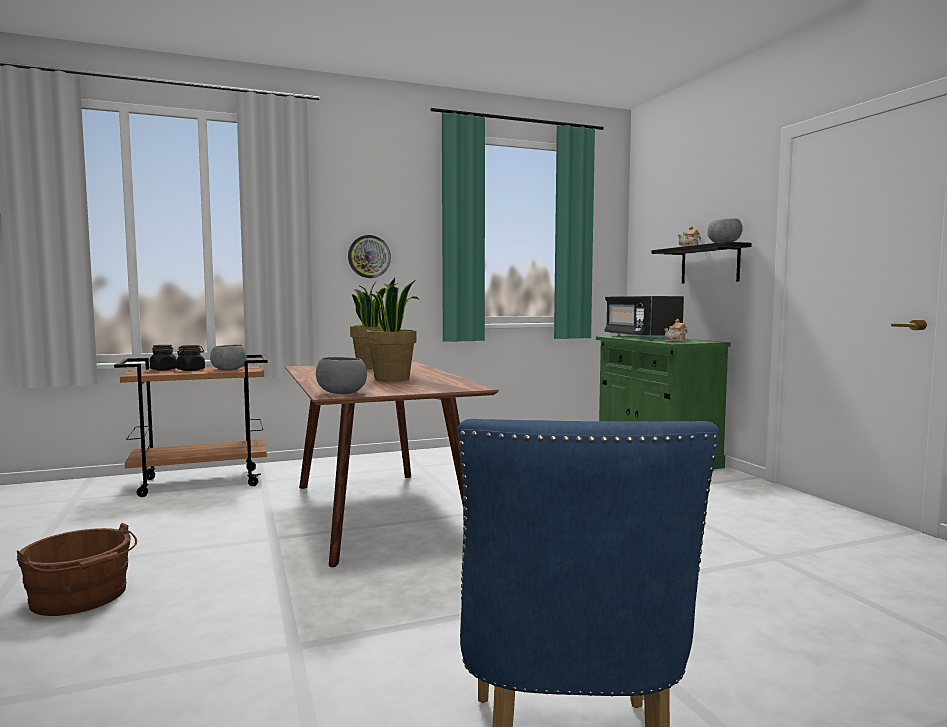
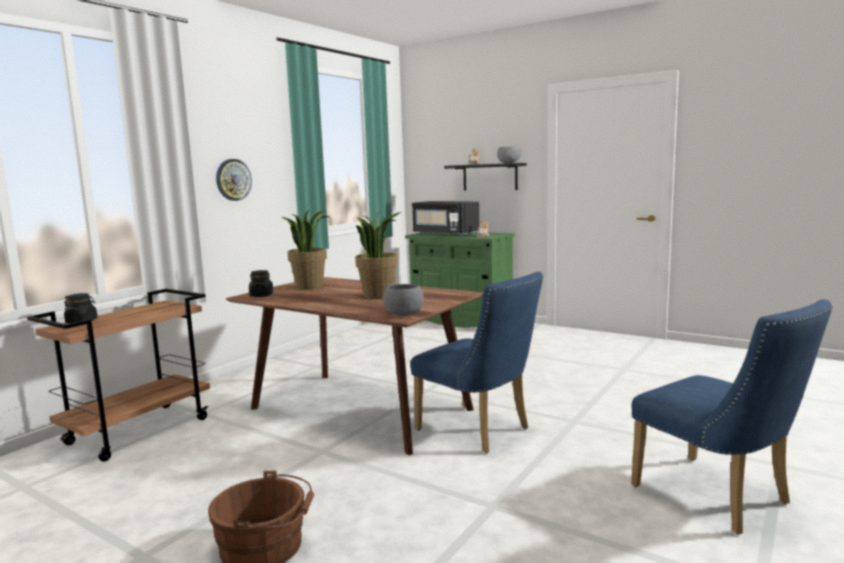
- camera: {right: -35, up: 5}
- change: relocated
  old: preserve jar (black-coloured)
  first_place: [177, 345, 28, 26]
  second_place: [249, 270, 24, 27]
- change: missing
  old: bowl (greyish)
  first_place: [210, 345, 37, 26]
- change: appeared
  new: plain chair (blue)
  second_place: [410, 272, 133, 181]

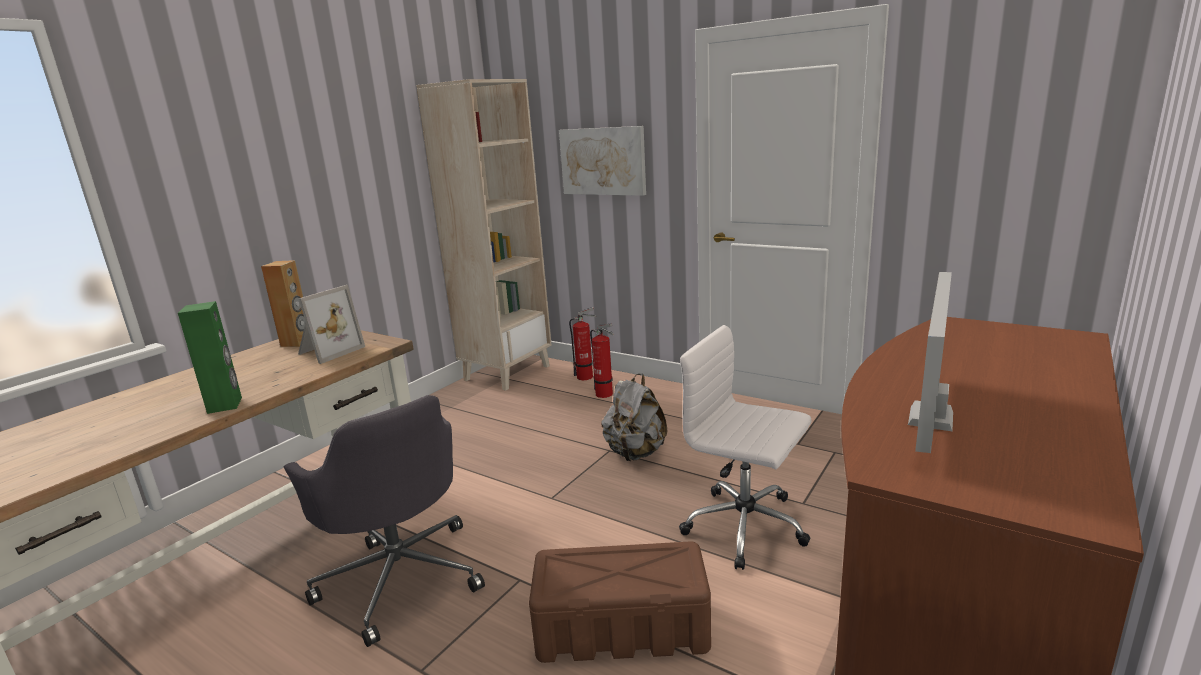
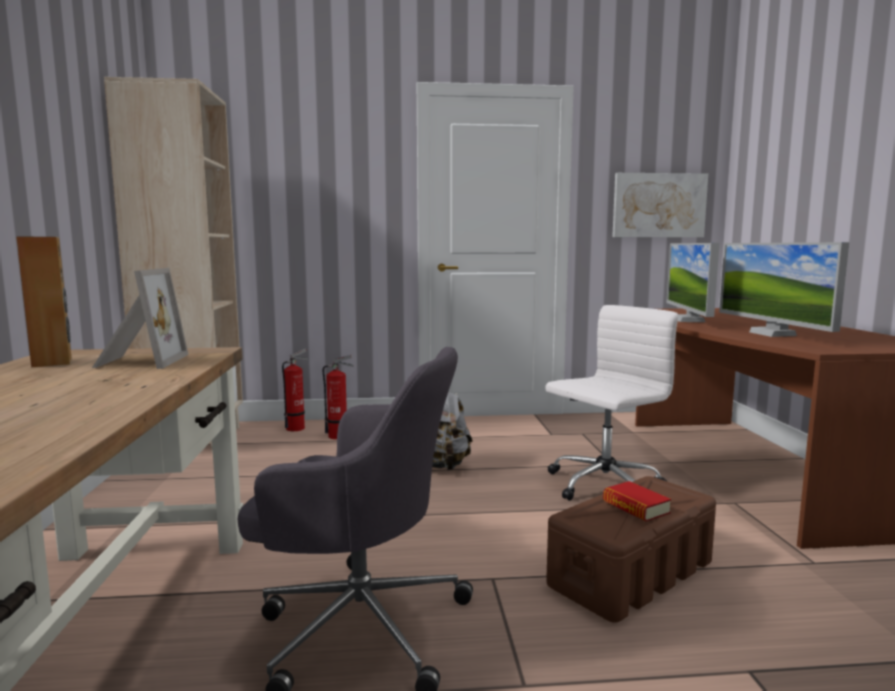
- camera: {right: -40, up: -10}
- change: relocated
  old: wall picture
  first_place: [559, 126, 87, 70]
  second_place: [612, 173, 96, 64]
- change: missing
  old: loudspeaker (greenish)
  first_place: [178, 301, 64, 113]
- change: spun
  old: computer chair (white)
  first_place: [679, 325, 132, 245]
  second_place: [545, 305, 133, 196]
  degrees: 150
- change: appeared
  new: computer display
  second_place: [667, 243, 53, 79]
- change: appeared
  new: bound book
  second_place: [603, 481, 68, 40]

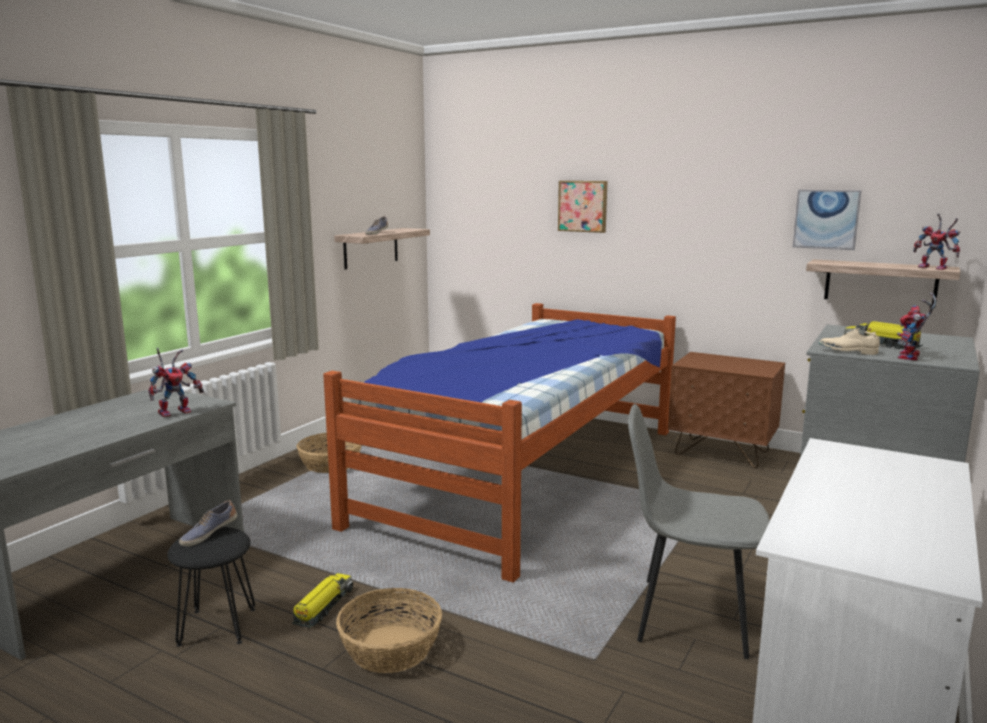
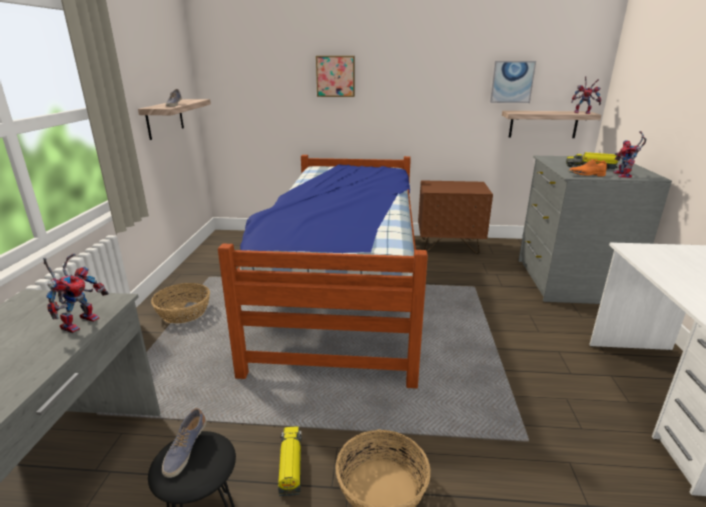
- camera: {right: -25, up: 10}
- change: colour
  old: shoe (beige-coloured)
  new: shoe (orangey)
  first_place: [819, 328, 61, 27]
  second_place: [568, 159, 39, 17]
- change: missing
  old: plain chair (greyish)
  first_place: [628, 404, 142, 255]

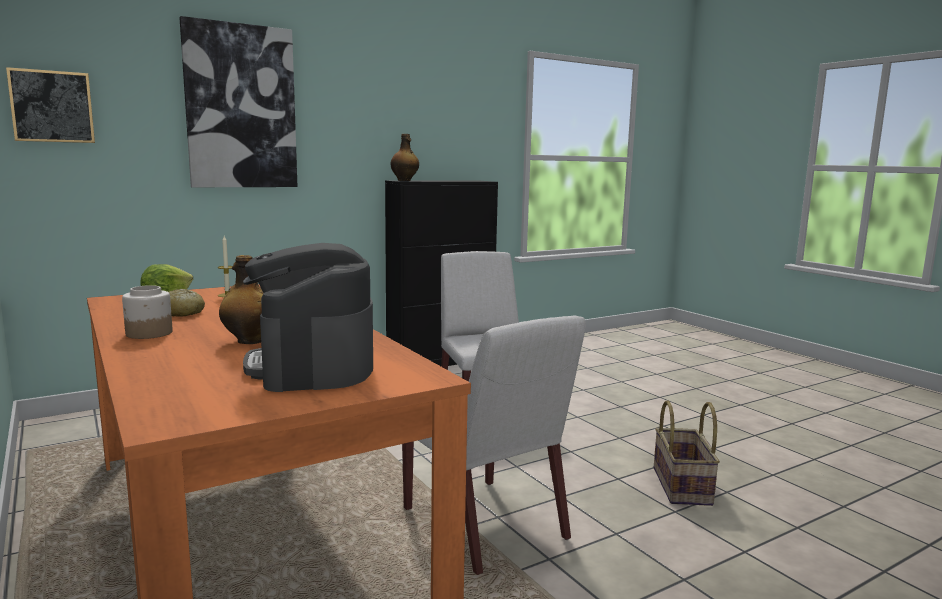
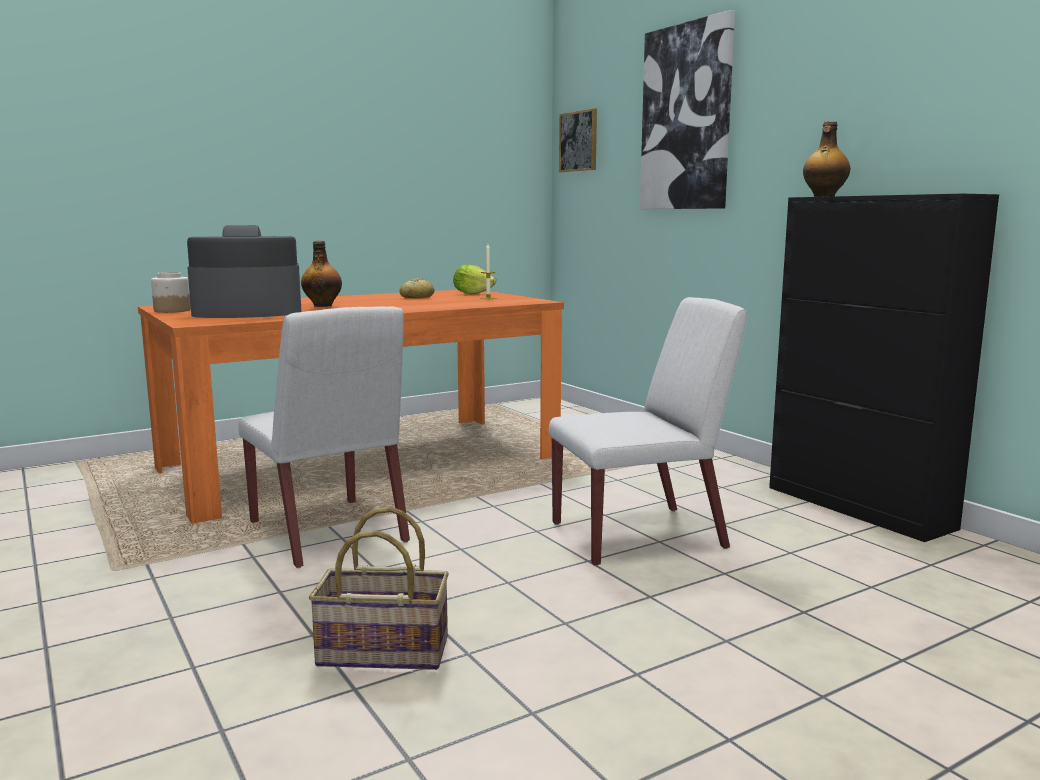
- camera: {right: 90, up: 0}
- change: relocated
  old: preserve jar
  first_place: [122, 285, 51, 54]
  second_place: [151, 272, 40, 41]
- change: spun
  old: plain chair (white)
  first_place: [402, 316, 184, 259]
  second_place: [239, 306, 171, 262]
  degrees: -90

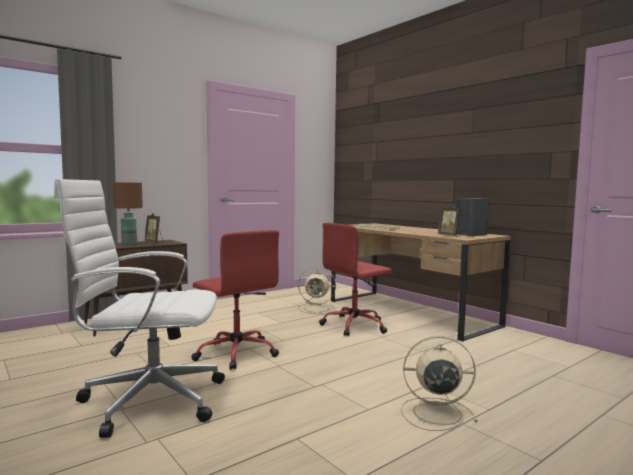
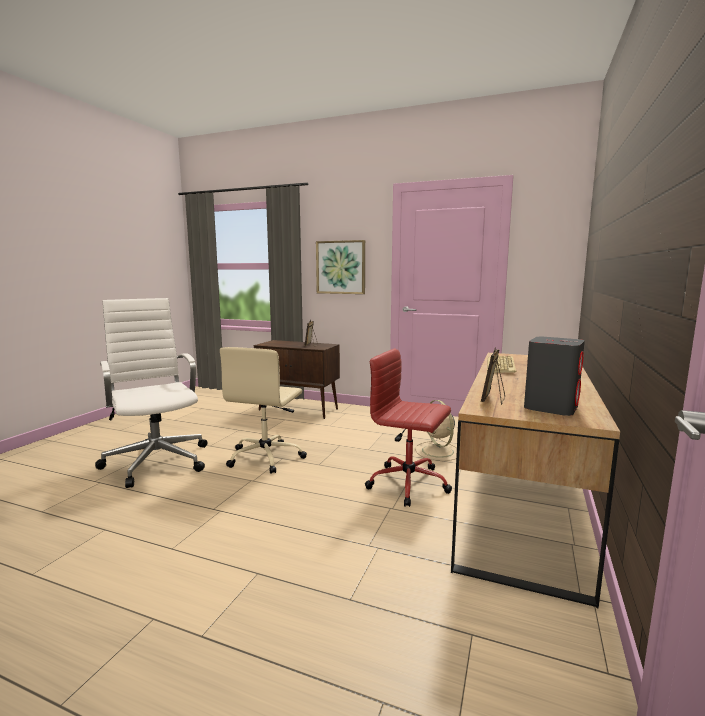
- camera: {right: 60, up: 5}
- change: missing
  old: lamp for a table (brown)
  first_place: [113, 182, 30, 63]
- change: colour
  old: computer chair (red-coloured)
  new: computer chair (beige-coloured)
  first_place: [191, 230, 88, 140]
  second_place: [220, 347, 87, 127]
- change: missing
  old: fan (beige-coloured)
  first_place: [401, 336, 77, 95]
- change: appeared
  new: wall picture
  second_place: [316, 240, 49, 54]

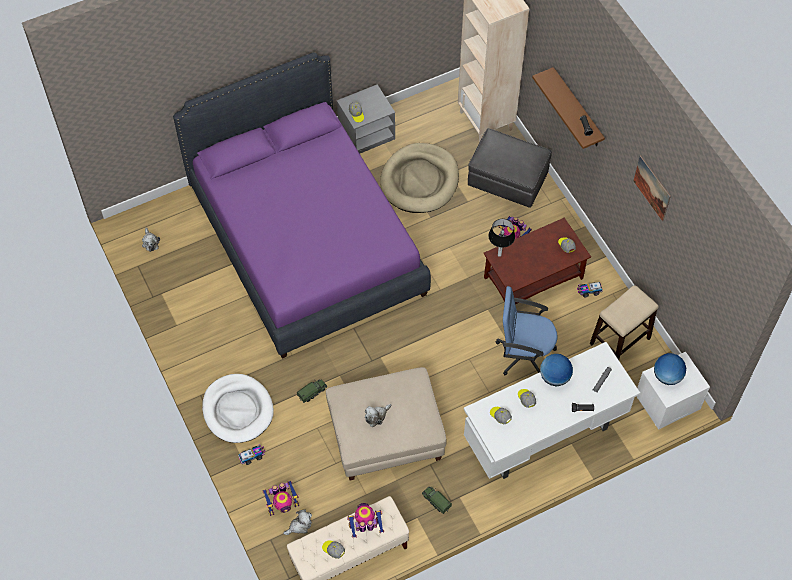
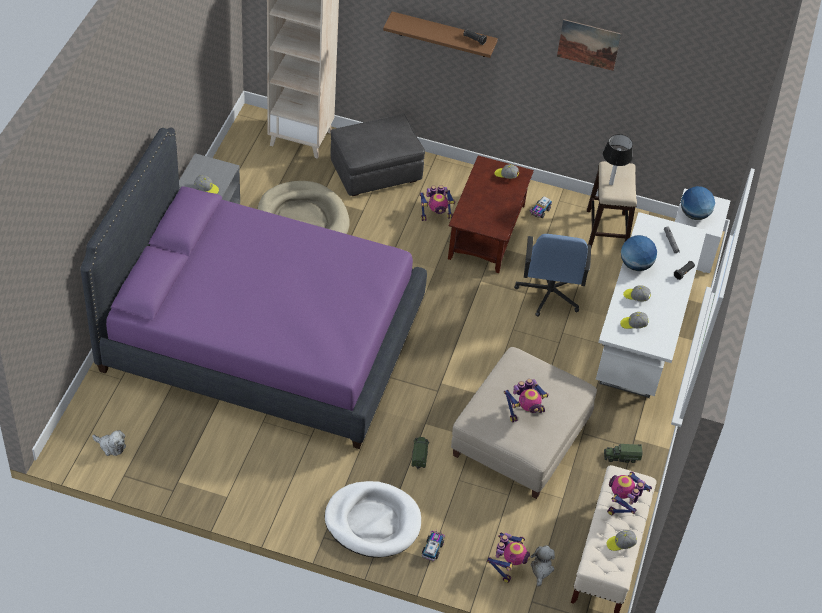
- camera: {right: -50, up: -10}
- change: relocated
  old: lamp for a table
  first_place: [489, 219, 26, 38]
  second_place: [603, 134, 30, 51]
- change: spun
  old: computer chair (blue)
  first_place: [496, 286, 61, 89]
  second_place: [514, 234, 77, 83]
  degrees: -45
- change: exchanged
  old: soft toy
  new: toy robot
  first_place: [365, 404, 27, 23]
  second_place: [504, 379, 45, 44]

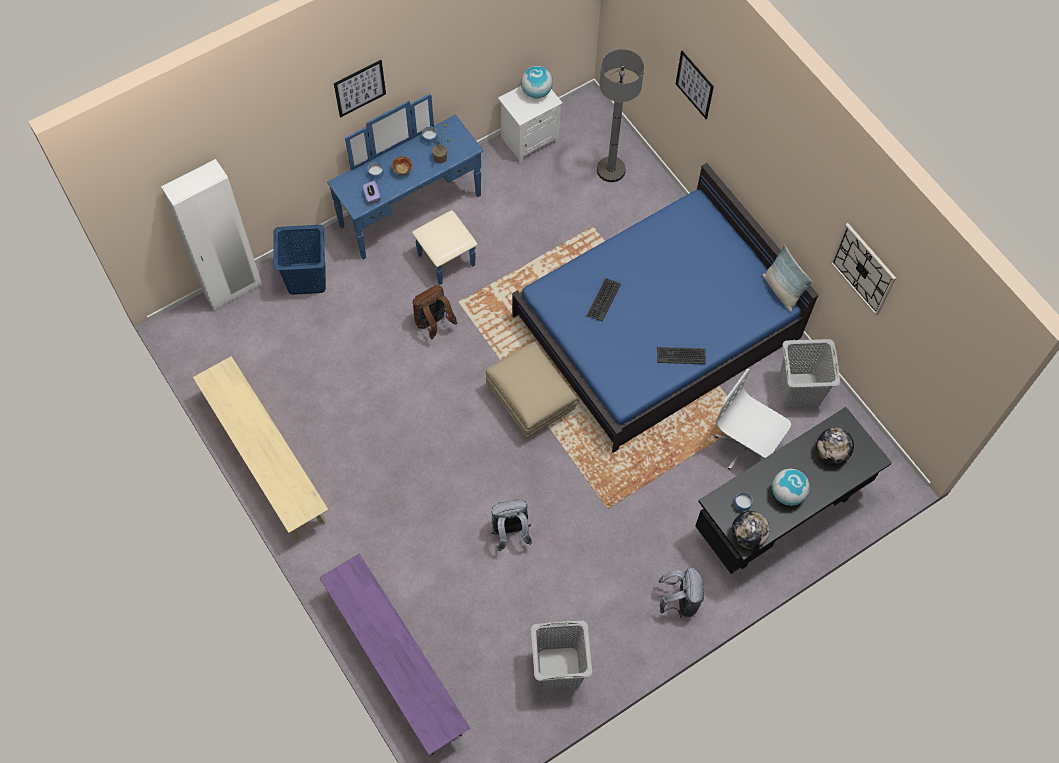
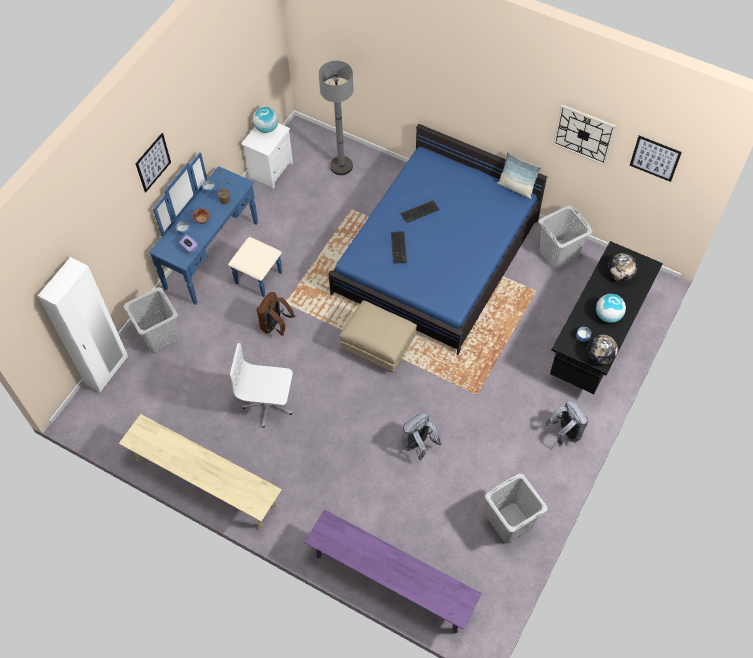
- camera: {right: -25, up: -5}
- change: relocated
  old: wall picture
  first_place: [676, 51, 38, 68]
  second_place: [629, 136, 53, 46]
- change: colour
  old: hamper (blue)
  new: hamper (greyish)
  first_place: [274, 225, 52, 70]
  second_place: [124, 287, 56, 67]
- change: relocated
  old: computer keyboard
  first_place: [657, 347, 49, 17]
  second_place: [401, 200, 39, 23]
- change: relocated
  old: computer chair (white)
  first_place: [715, 369, 76, 101]
  second_place: [230, 343, 63, 85]

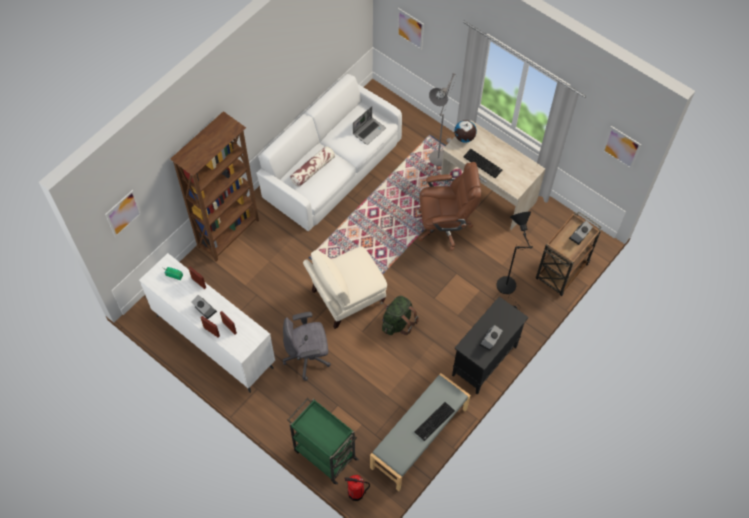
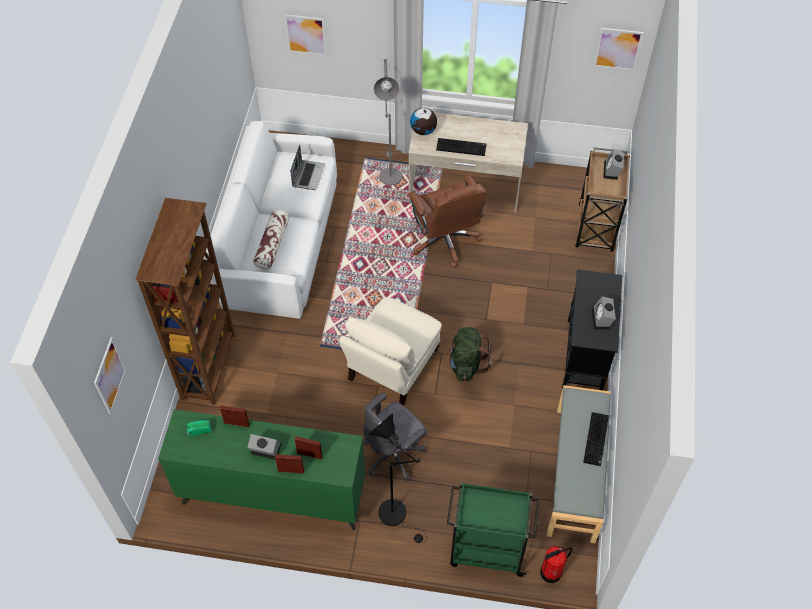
- camera: {right: -30, up: -5}
- change: spun
  old: computer chair (brown)
  first_place: [418, 162, 63, 89]
  second_place: [408, 175, 79, 92]
  degrees: 105
- change: relocated
  old: floor lamp (black-coloured)
  first_place: [496, 212, 36, 99]
  second_place: [369, 413, 58, 130]
- change: colour
  old: dresser (white)
  new: dresser (greenish)
  first_place: [139, 253, 136, 140]
  second_place: [158, 409, 207, 121]

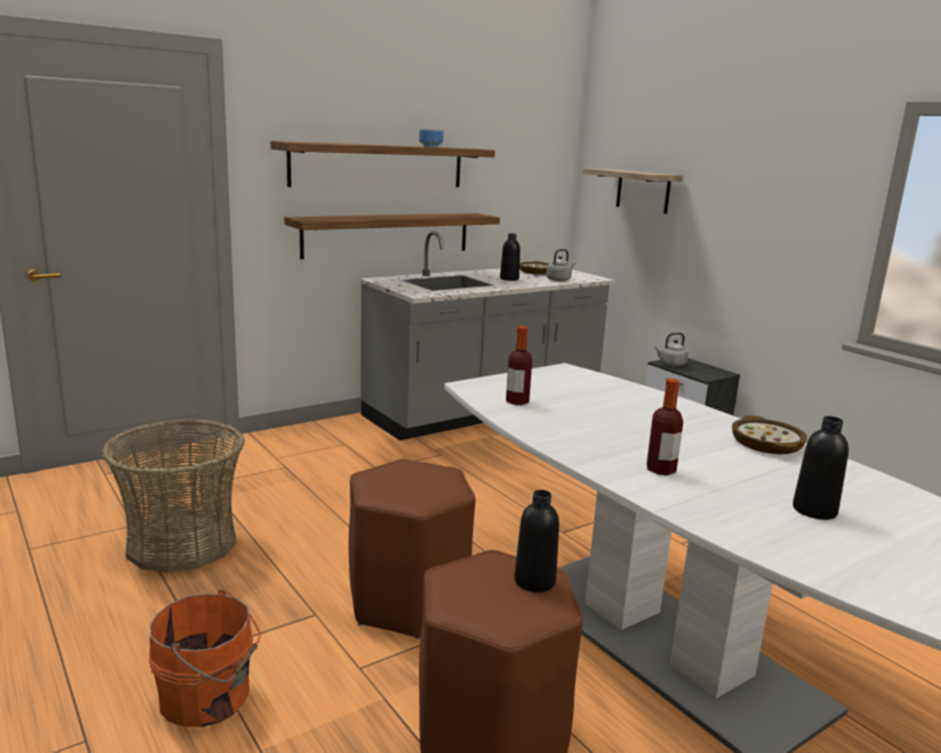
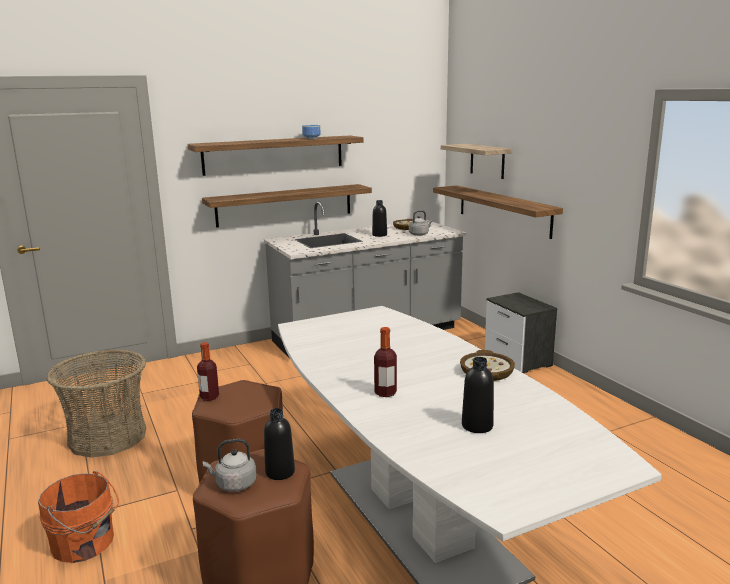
- camera: {right: 10, up: 0}
- change: relocated
  old: drink bottle
  first_place: [506, 326, 26, 79]
  second_place: [197, 342, 22, 59]
- change: relocated
  old: water kettle (greyish)
  first_place: [655, 332, 33, 35]
  second_place: [203, 439, 54, 53]
- change: appeared
  new: wall shelf
  second_place: [433, 185, 130, 54]

